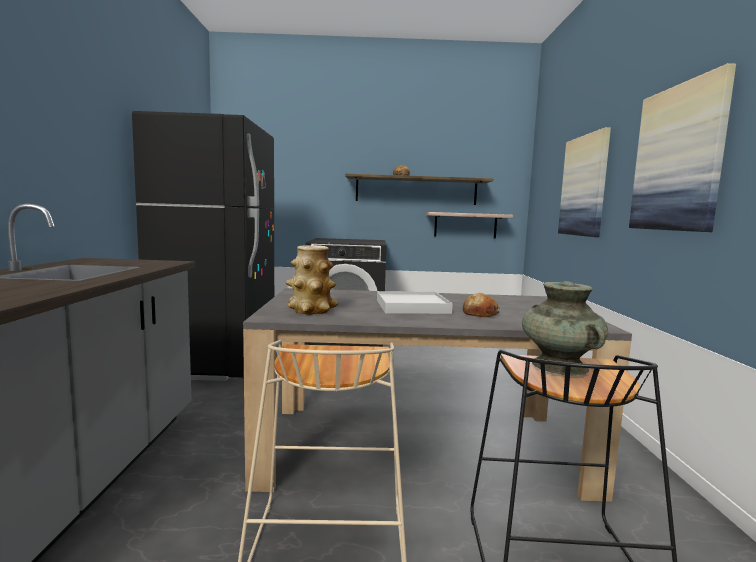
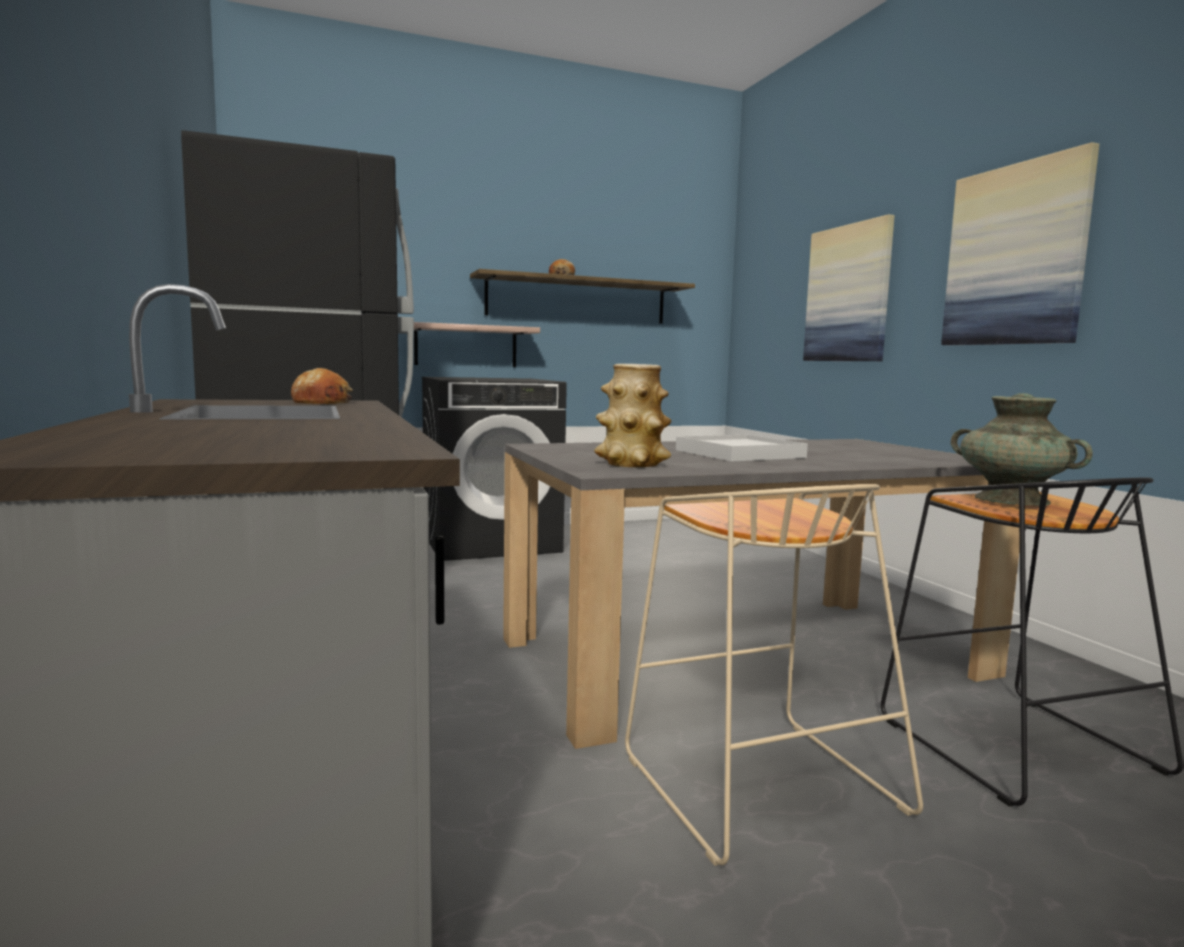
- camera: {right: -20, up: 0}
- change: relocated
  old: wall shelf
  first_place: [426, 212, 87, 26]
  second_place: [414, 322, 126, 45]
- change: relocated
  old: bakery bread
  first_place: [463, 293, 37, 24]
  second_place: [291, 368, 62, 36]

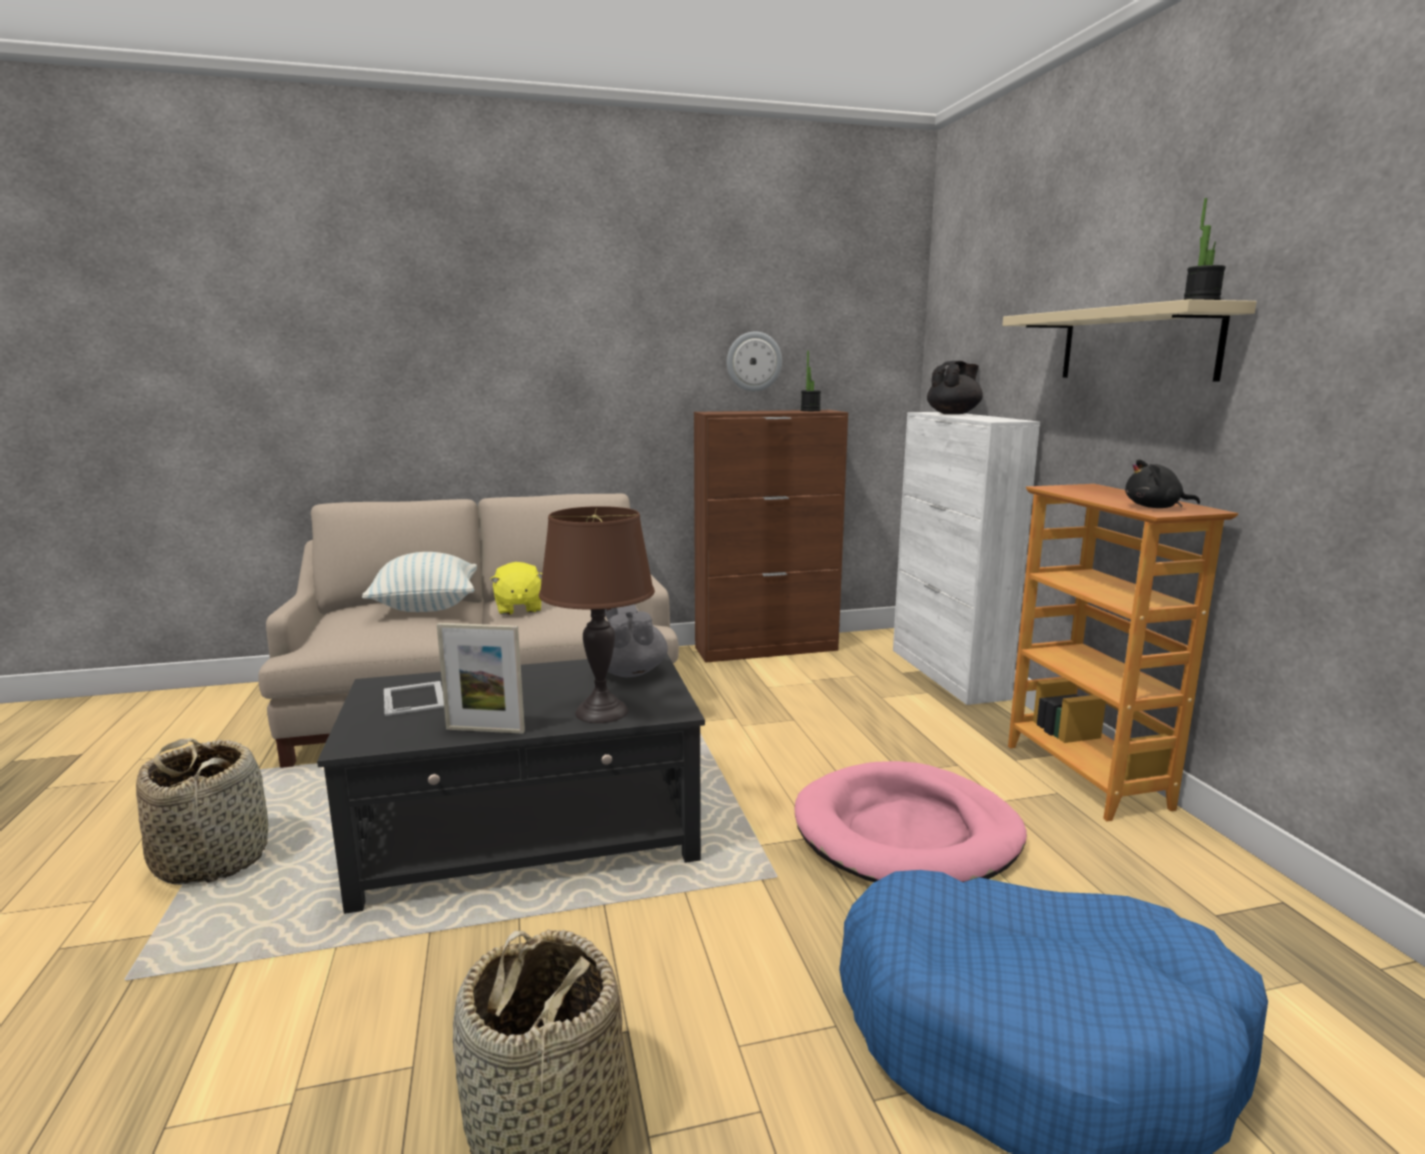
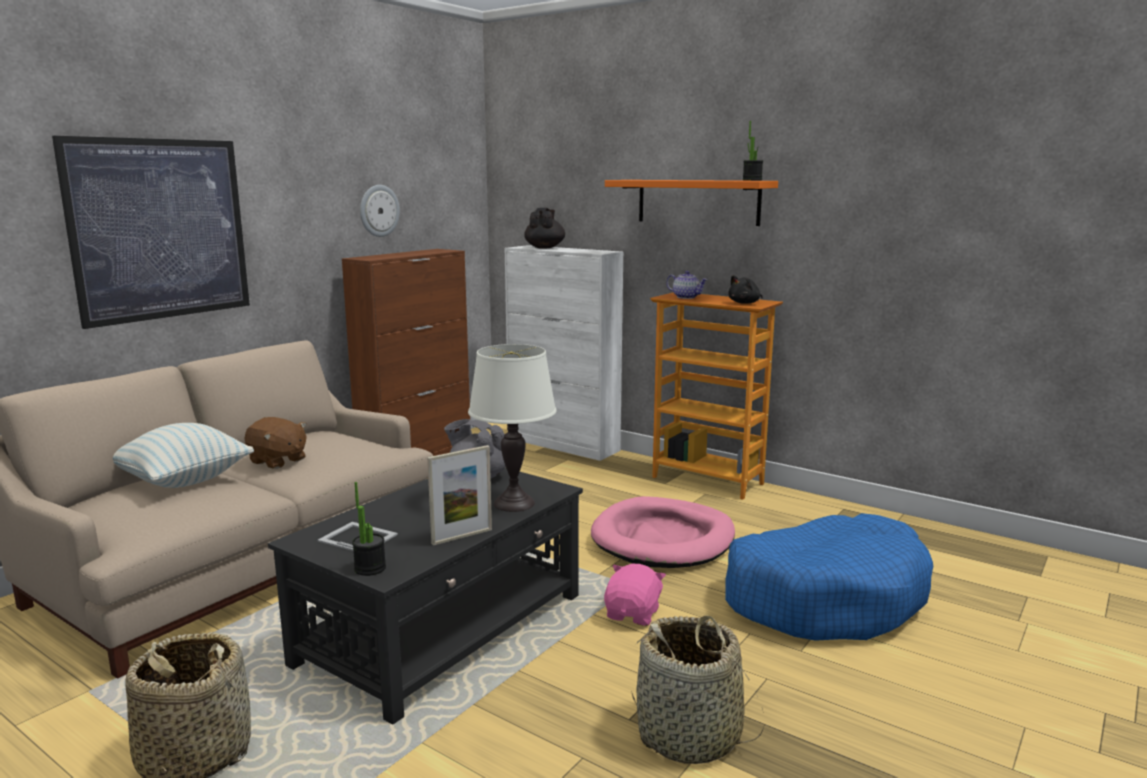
- camera: {right: -40, up: 0}
- change: colour
  old: wall shelf (beige-coloured)
  new: wall shelf (orangey)
  first_place: [1002, 299, 255, 83]
  second_place: [605, 180, 173, 46]
- change: relocated
  old: potted plant
  first_place: [801, 351, 20, 60]
  second_place: [352, 482, 34, 94]
- change: colour
  old: lamp for a table (brown)
  new: lamp for a table (white)
  first_place: [539, 506, 116, 217]
  second_place: [468, 344, 89, 168]
- change: colour
  old: soft toy (yellow)
  new: soft toy (brown)
  first_place: [490, 562, 52, 53]
  second_place: [244, 417, 63, 52]
- change: appeared
  new: wall picture
  second_place: [52, 136, 198, 193]
- change: appeared
  new: teapot
  second_place: [666, 271, 42, 28]
- change: appeared
  new: soft toy (pink)
  second_place: [604, 564, 62, 62]

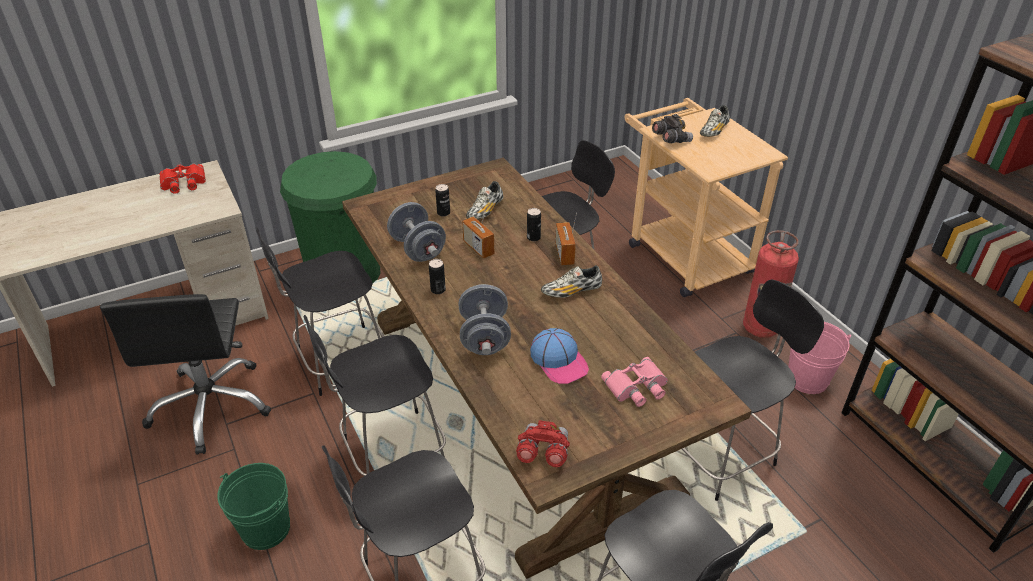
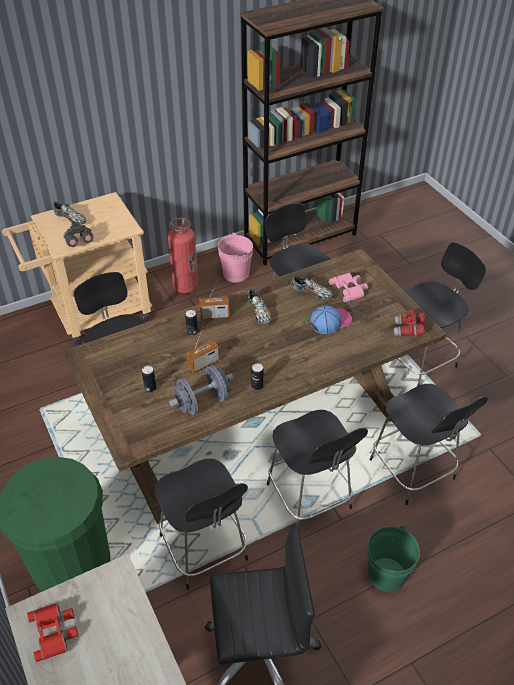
- camera: {right: -90, up: 5}
- change: relocated
  old: shoe
  first_place: [466, 181, 37, 38]
  second_place: [291, 275, 42, 25]
- change: missing
  old: dumbbell (greyish)
  first_place: [458, 284, 53, 71]

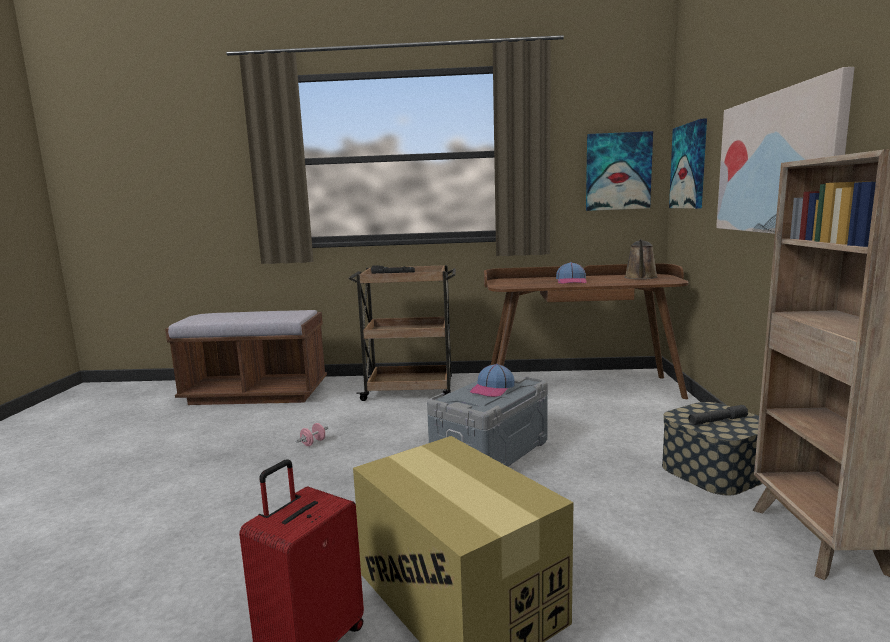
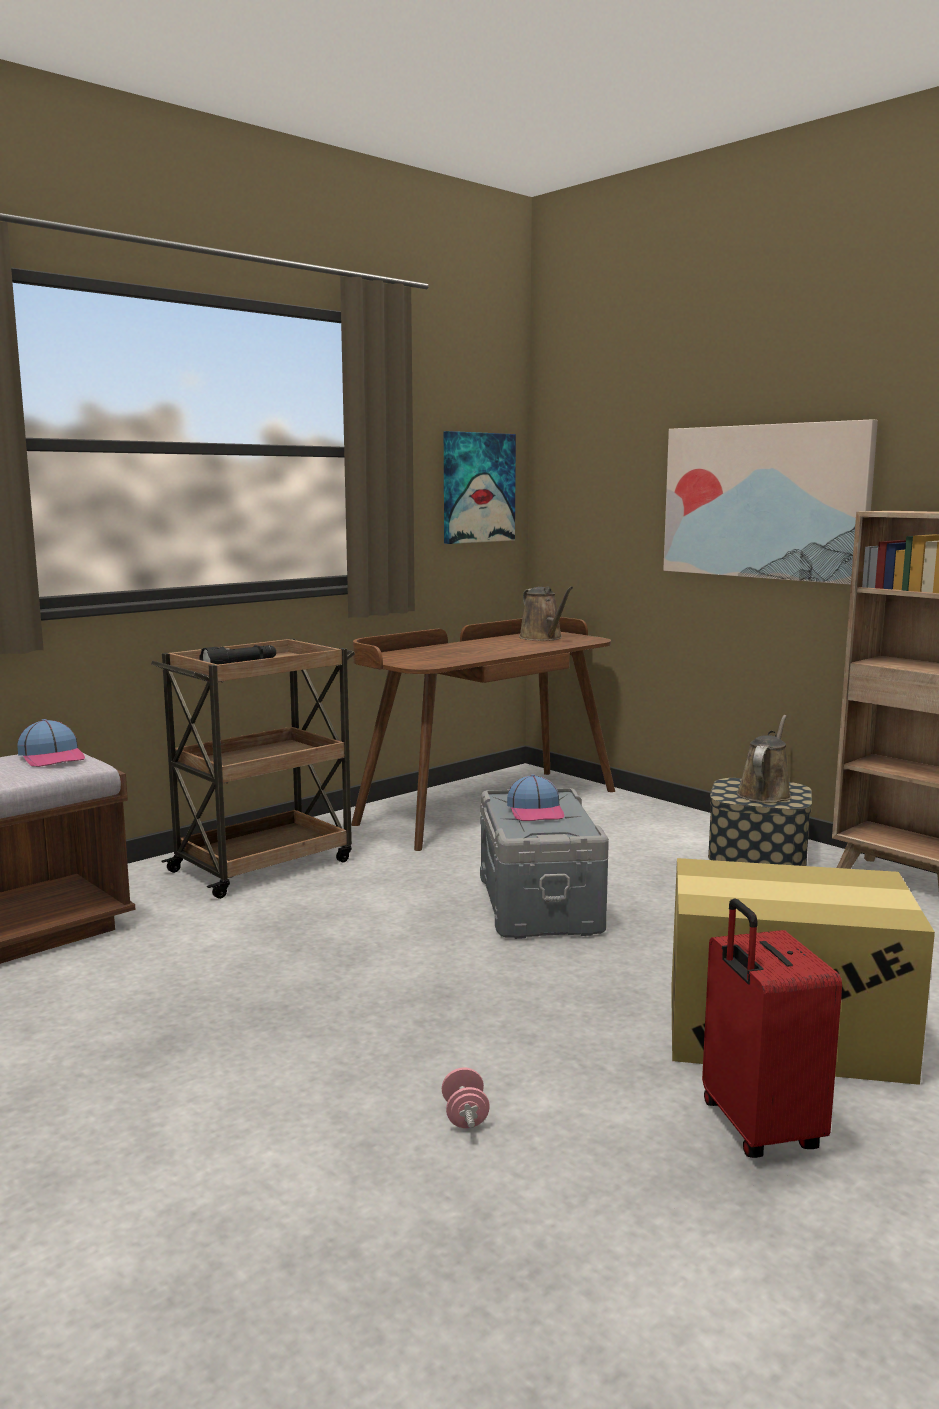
- camera: {right: -45, up: 0}
- change: missing
  old: wall picture
  first_place: [669, 118, 38, 91]
- change: relocated
  old: baseball cap
  first_place: [556, 262, 31, 22]
  second_place: [17, 719, 68, 48]
- change: exchanged
  old: flashlight (greyish)
  new: watering can (brown)
  first_place: [688, 405, 60, 20]
  second_place: [737, 715, 55, 88]
- change: relocated
  old: dumbbell (pink)
  first_place: [296, 423, 32, 23]
  second_place: [442, 1068, 48, 60]

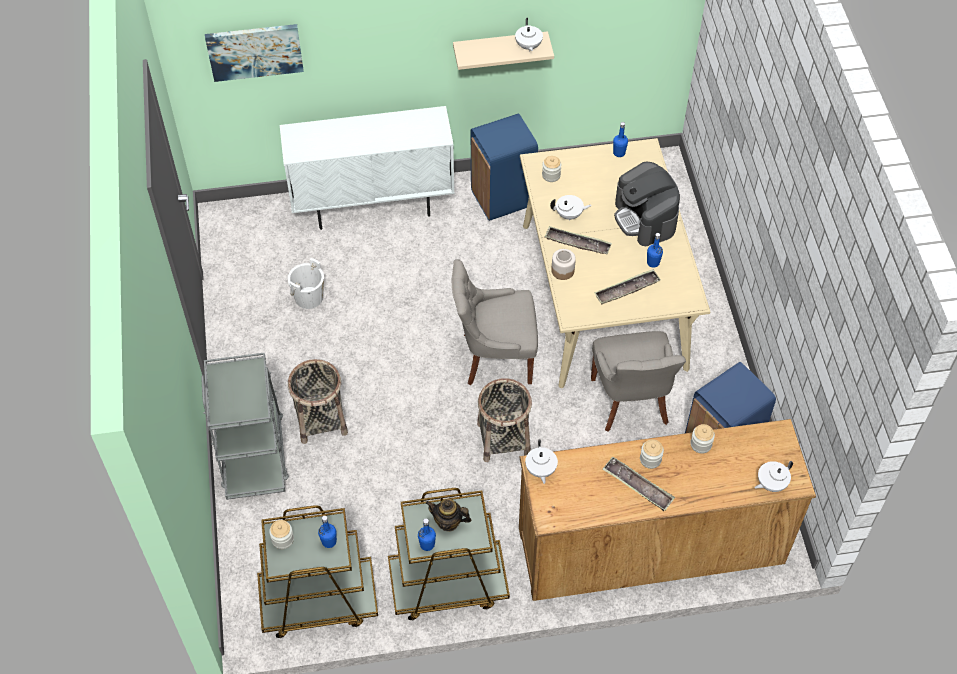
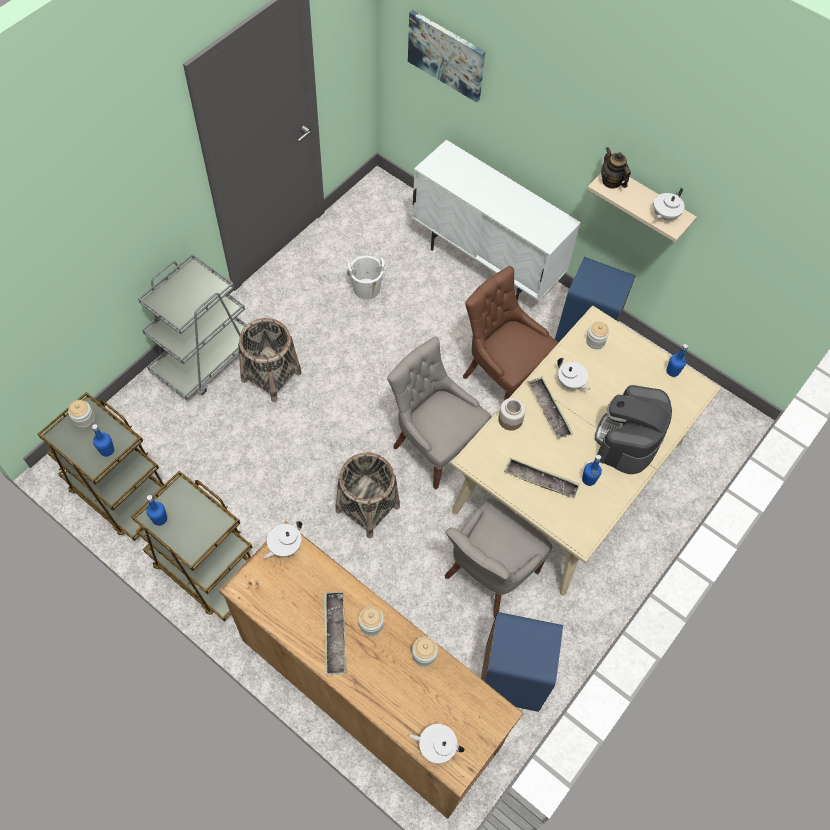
- camera: {right: 45, up: 5}
- change: relocated
  old: teapot
  first_place: [426, 499, 45, 33]
  second_place: [601, 147, 30, 42]
- change: appeared
  new: plain chair (brown)
  second_place: [463, 266, 96, 135]

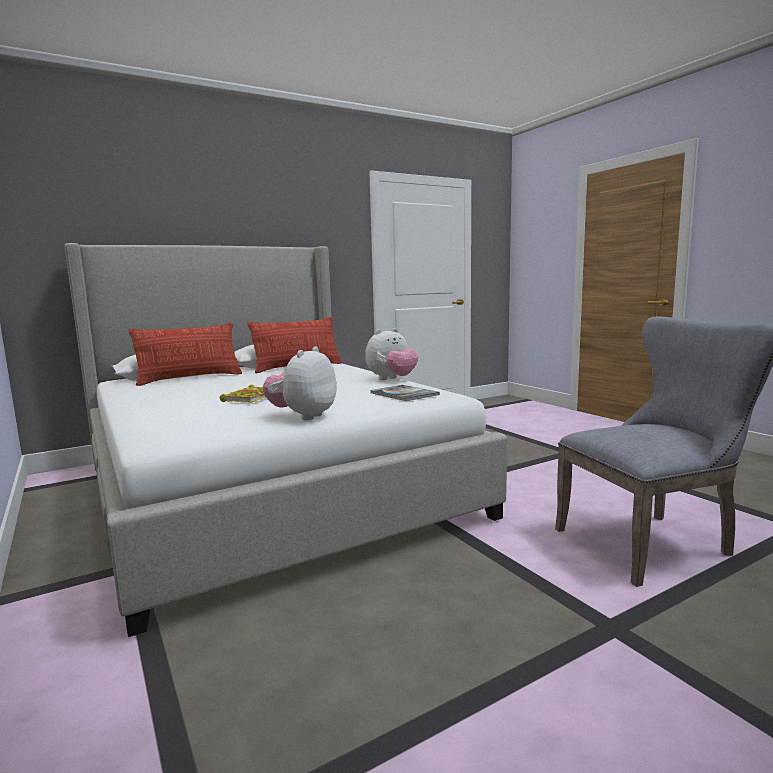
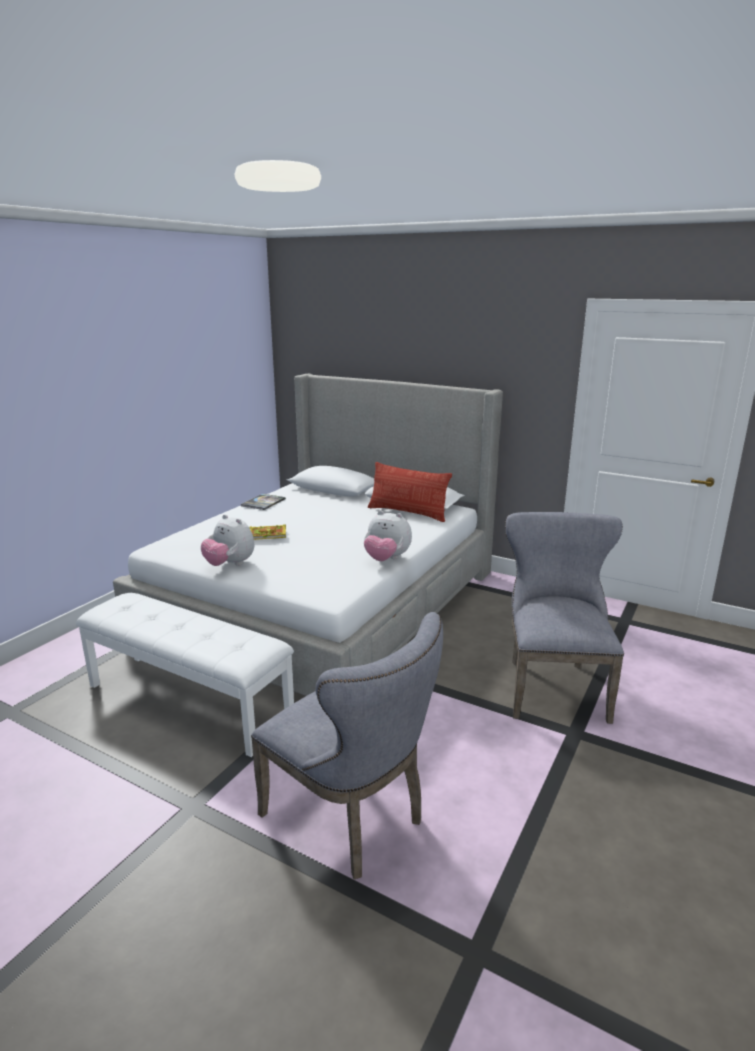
- camera: {right: 60, up: 10}
- change: missing
  old: cushion
  first_place: [128, 323, 114, 63]
- change: spun
  old: soft toy
  first_place: [263, 346, 74, 74]
  second_place: [201, 514, 53, 52]
  degrees: -135
- change: relocated
  old: bound book
  first_place: [371, 385, 69, 16]
  second_place: [240, 494, 46, 16]
- change: appeared
  new: plain chair (greyish)
  second_place: [505, 512, 119, 212]
- change: appeared
  new: indoor bench (white)
  second_place: [76, 593, 218, 164]

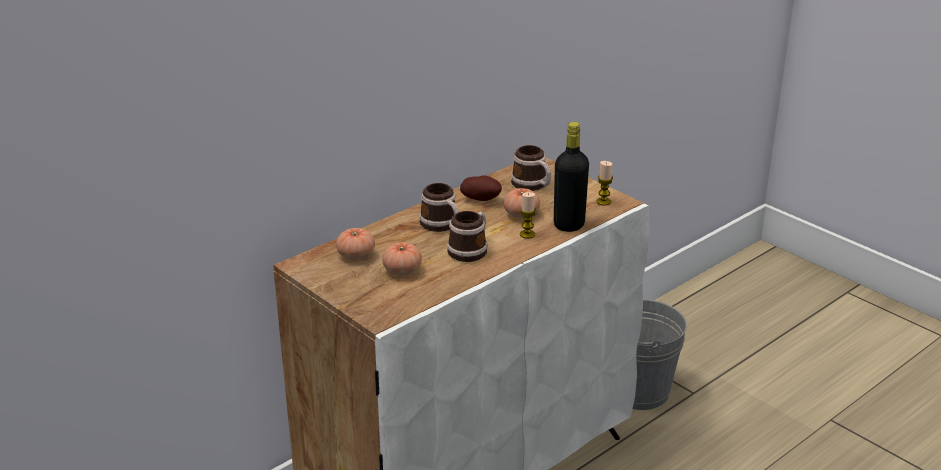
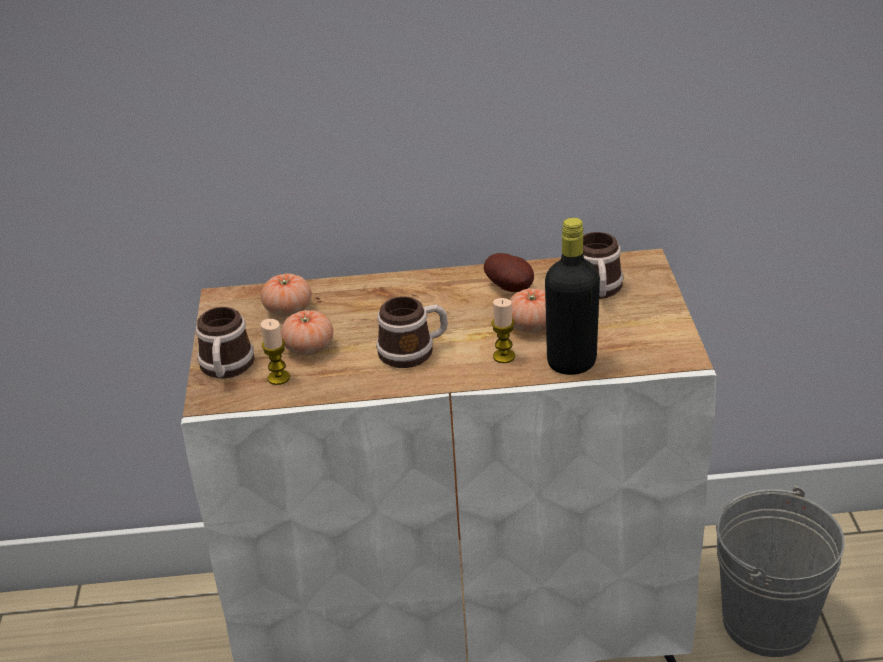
- camera: {right: 40, up: 5}
- change: relocated
  old: wax candle
  first_place: [596, 161, 17, 45]
  second_place: [261, 319, 29, 66]
- change: relocated
  old: tea mug
  first_place: [419, 183, 40, 49]
  second_place: [196, 307, 59, 71]

